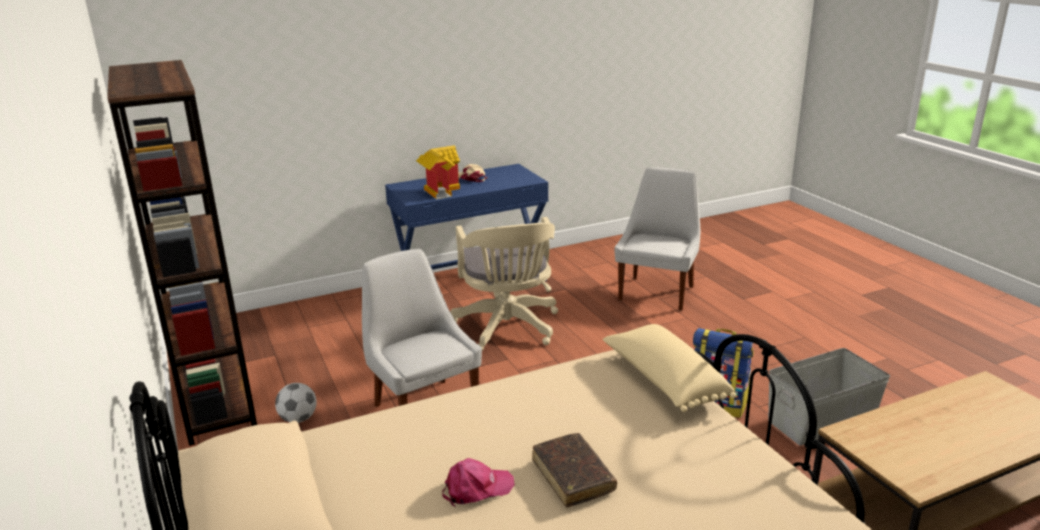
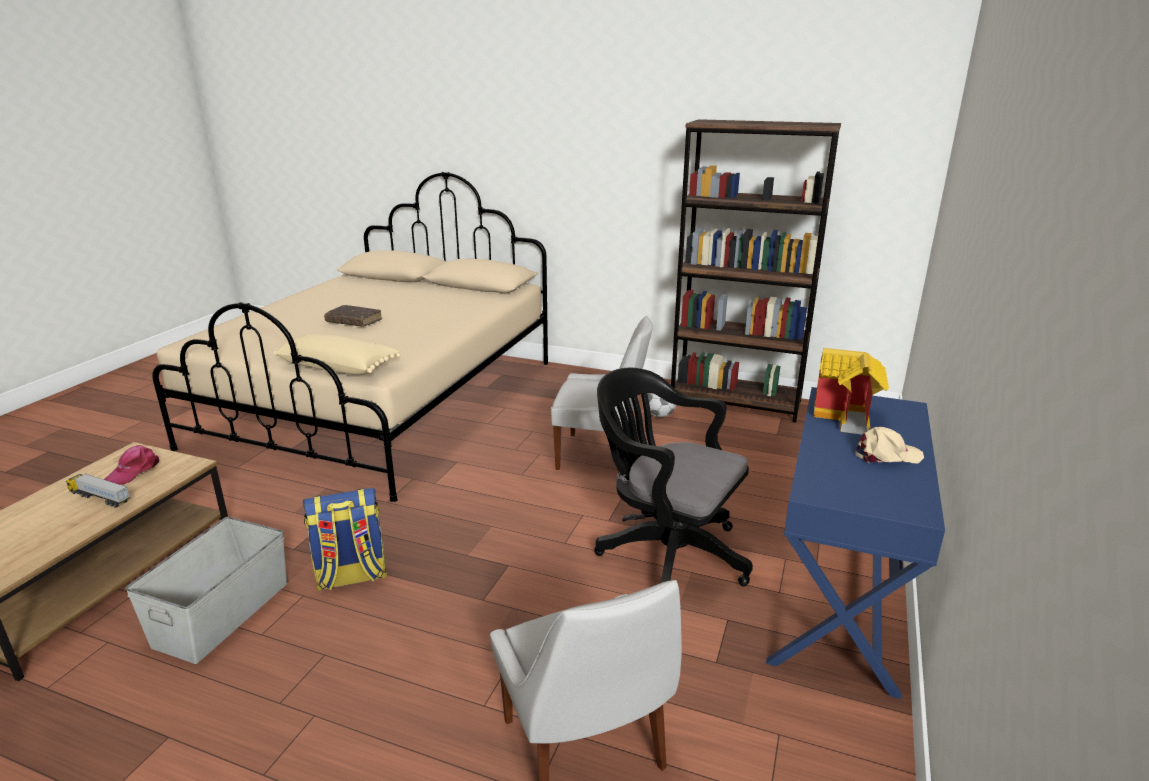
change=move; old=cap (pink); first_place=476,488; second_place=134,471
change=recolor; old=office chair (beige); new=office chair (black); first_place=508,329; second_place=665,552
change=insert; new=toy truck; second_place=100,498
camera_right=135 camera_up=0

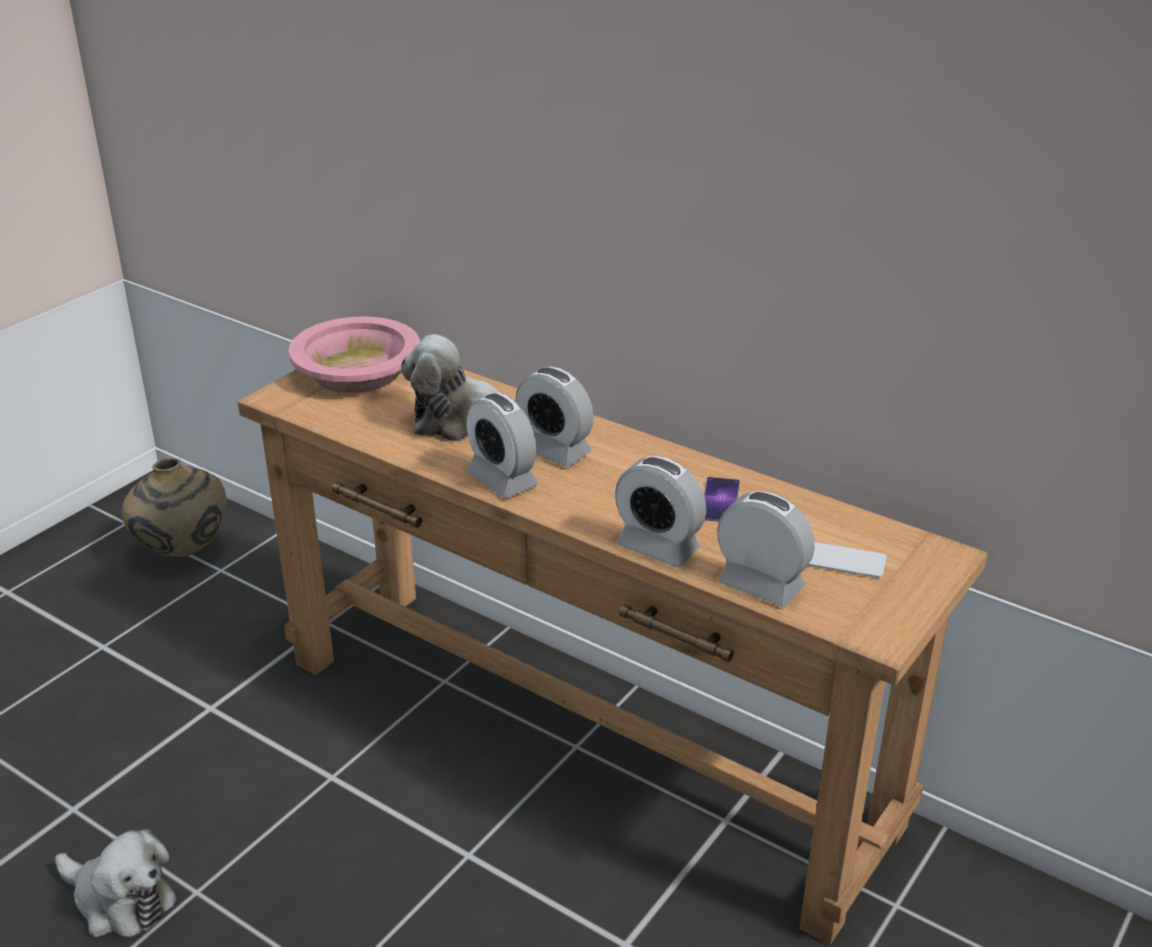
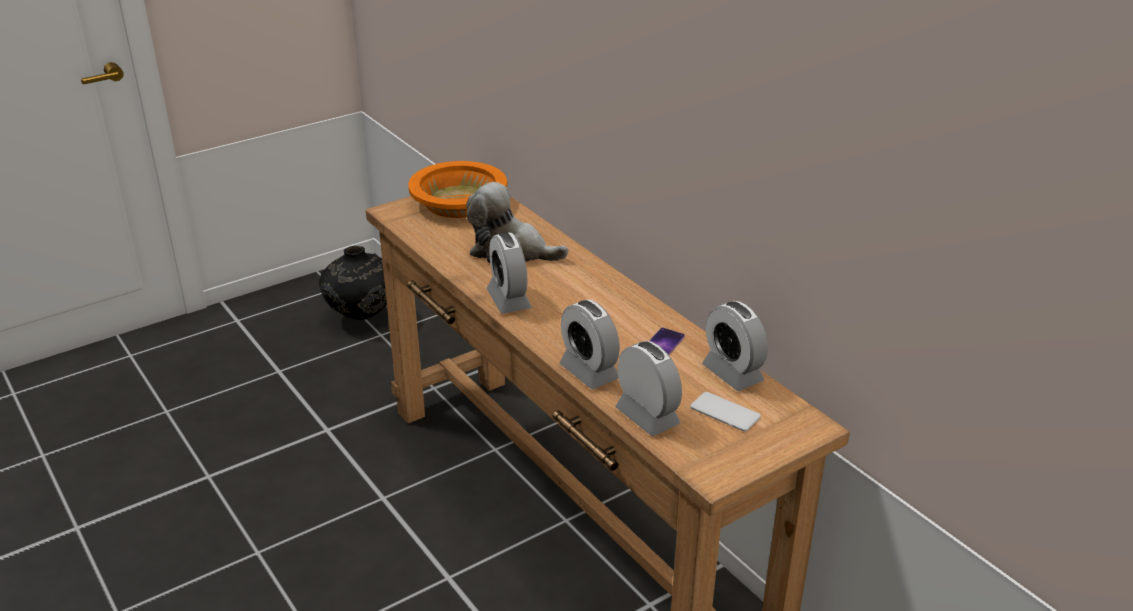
change=delete; old=plush toy; first_place=120,900
change=recolor; old=vase (beige); new=vase (black); first_place=183,553; second_place=361,317
change=recolor; old=bowl (pink); new=bowl (orange); first_place=357,371; second_place=458,202
change=move; old=alarm clock; first_place=554,451; second_place=732,373
camera_right=20 camera_up=0

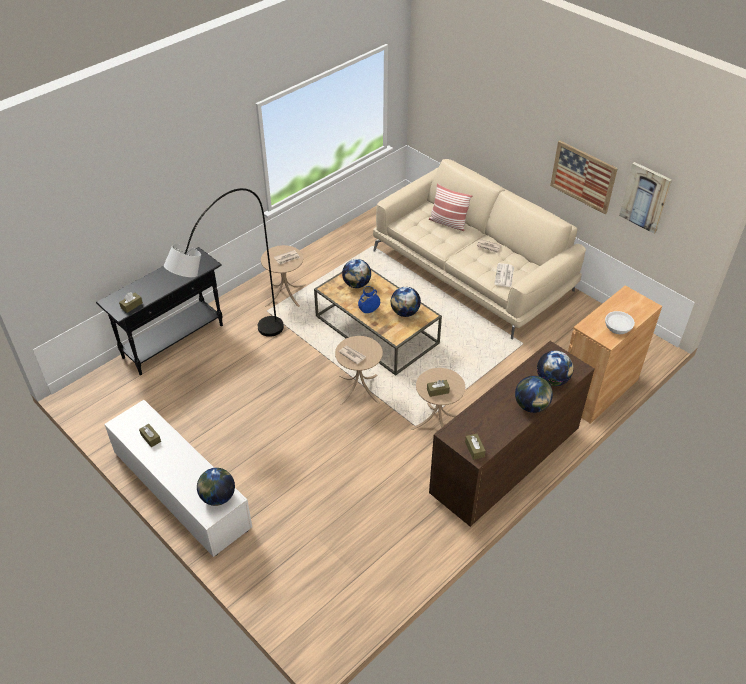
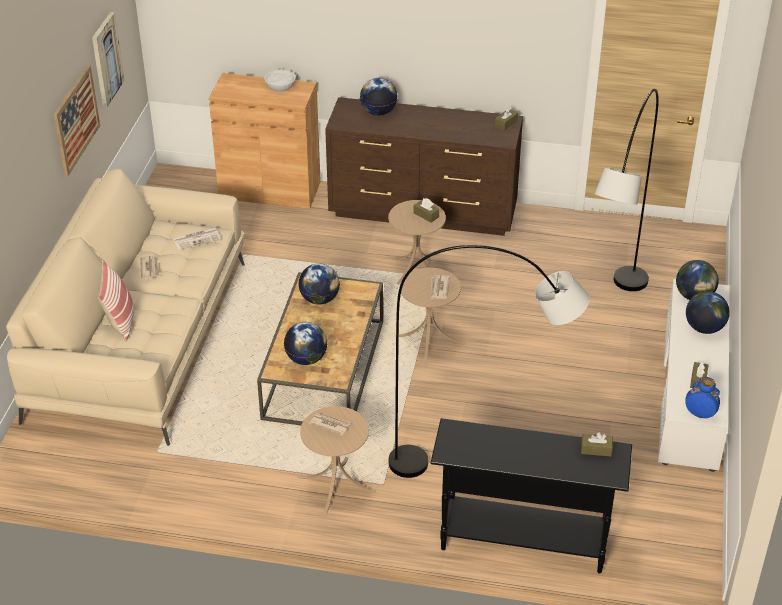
change=move; old=vase (blue); first_place=369,310; second_place=699,414
change=move; old=globe; first_place=531,406; second_place=704,328
change=insert; new=floor lamp (grey); second_place=612,319
camera_right=-125 camera_up=-5

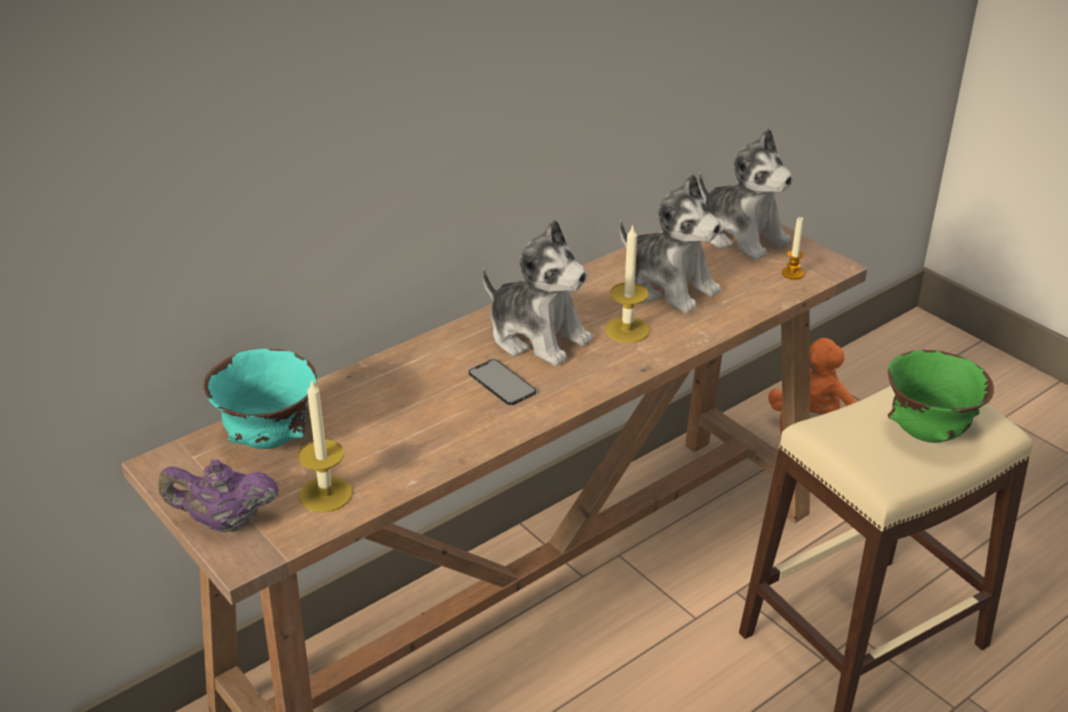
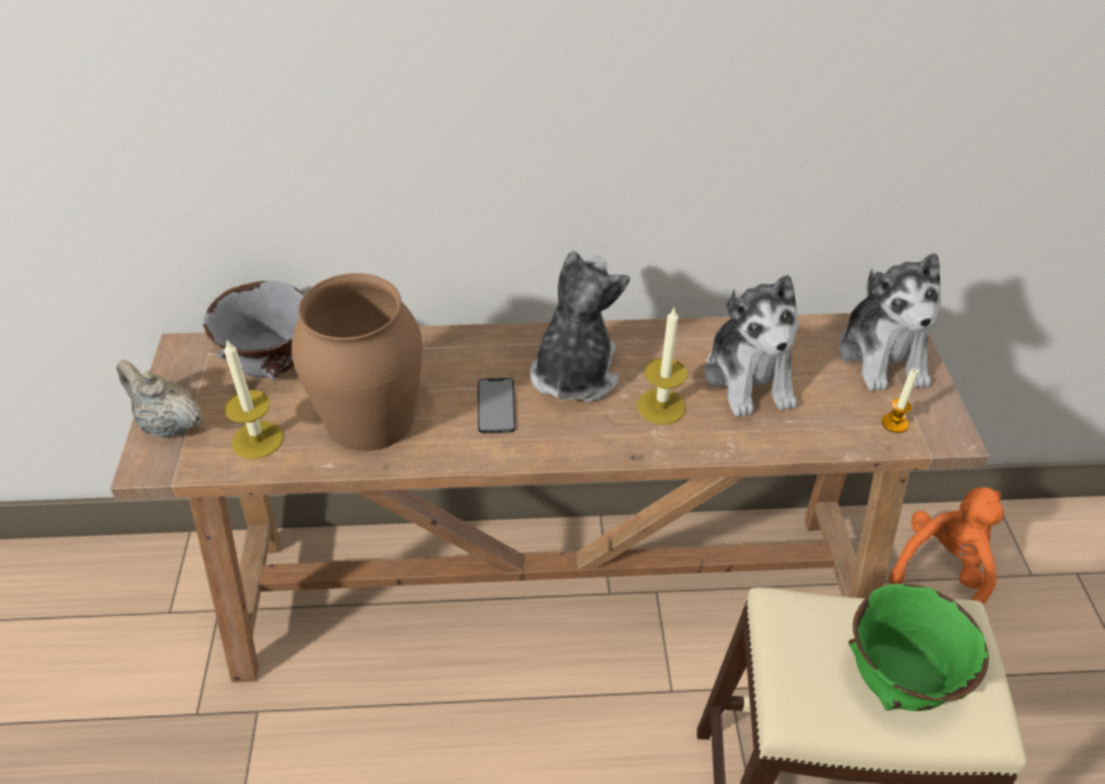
change=recolor; old=teapot (purple); new=teapot (beige); first_place=224,522; second_place=168,425
change=recolor; old=bowl (turquoise); new=bowl (grey); first_place=271,440; second_place=272,367
change=rotate; old=plush toy; first_place=537,336; second_place=573,374; degrees=-150
change=insert; new=vase (brown); second_place=371,417
camera_right=35 camera_up=10

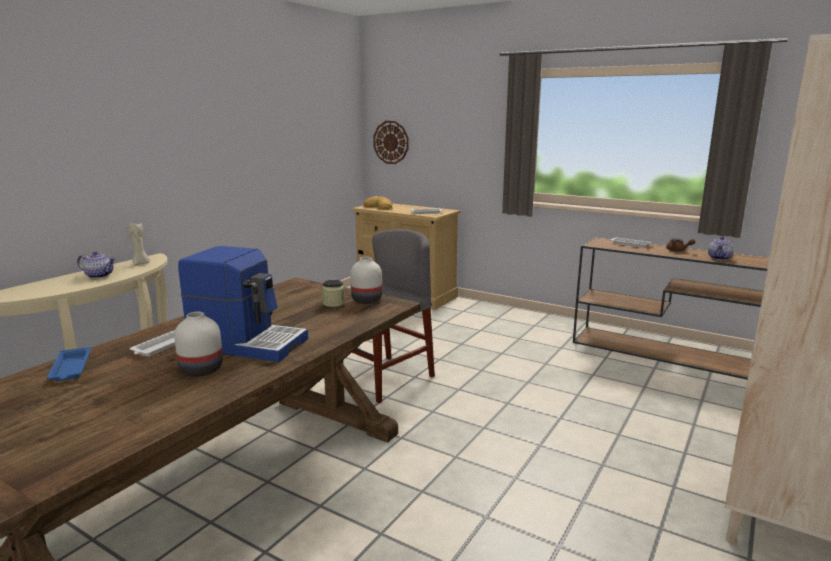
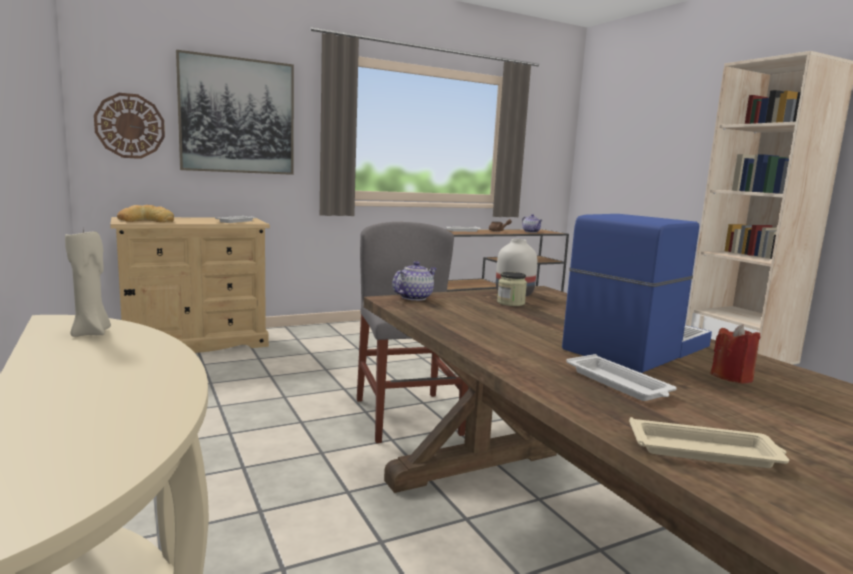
change=recolor; old=tray (blue); new=tray (beige); first_place=70,368; second_place=706,451
change=move; old=teapot; first_place=99,276; second_place=413,297
change=replace; old=vase (white); new=candle (red); first_place=201,370; second_place=732,377
change=insert; new=picture; second_place=237,116
camera_right=-60 camera_up=-5

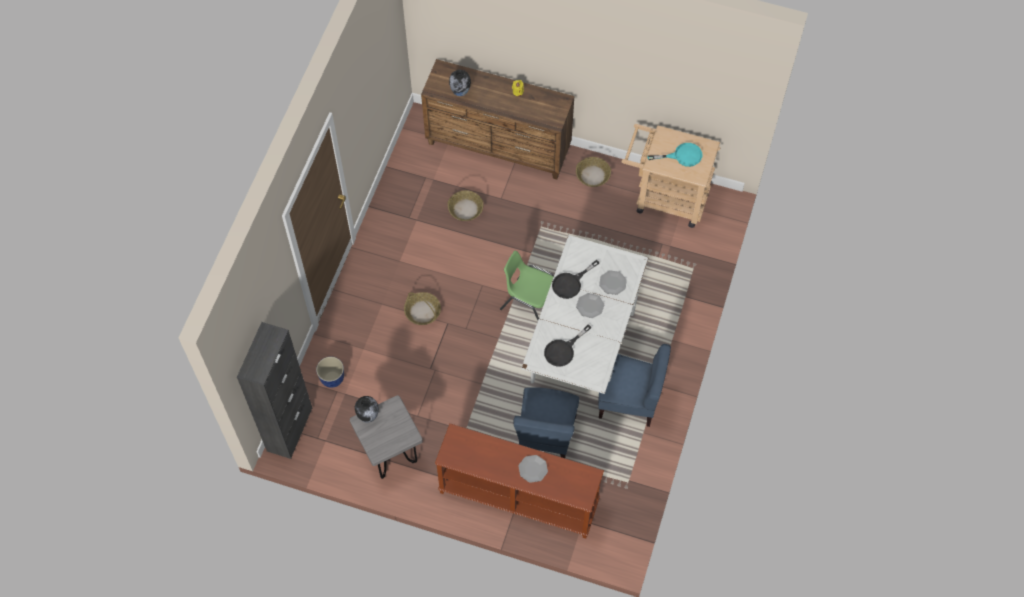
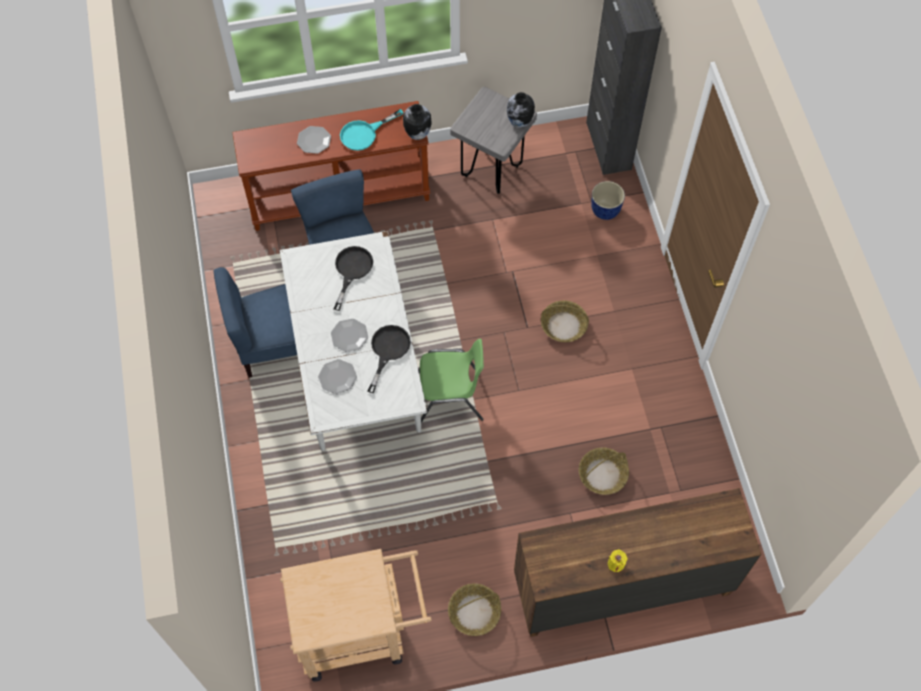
change=move; old=vase; first_place=460,92; second_place=417,135
change=move; old=frying pan (turquoise); first_place=682,156; second_place=364,134
camera_right=150 camera_up=0

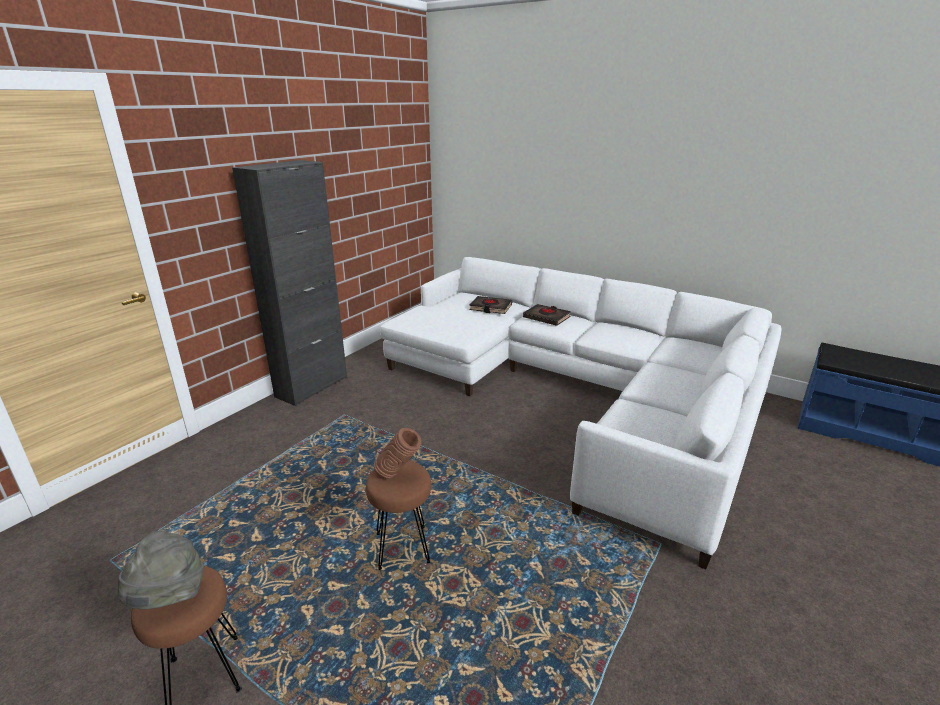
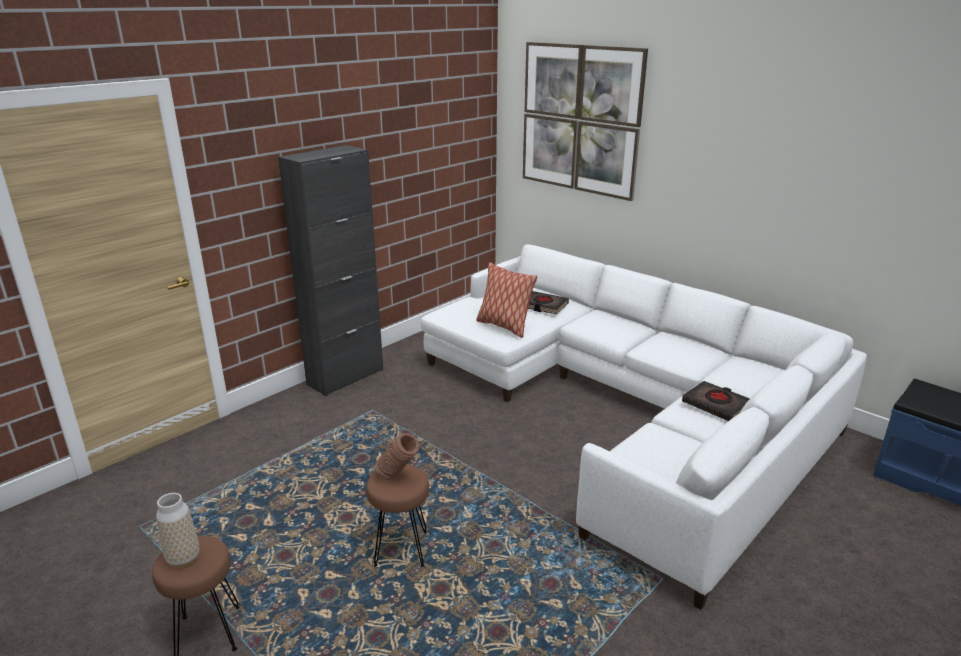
change=replace; old=hat (grey); new=vase; first_place=169,597; second_place=183,559
change=move; old=book (black); first_place=546,318; second_place=716,405
change=insert; new=pillow; second_place=504,326
change=insert; new=picture; second_place=580,119
camera_right=10 camera_up=0

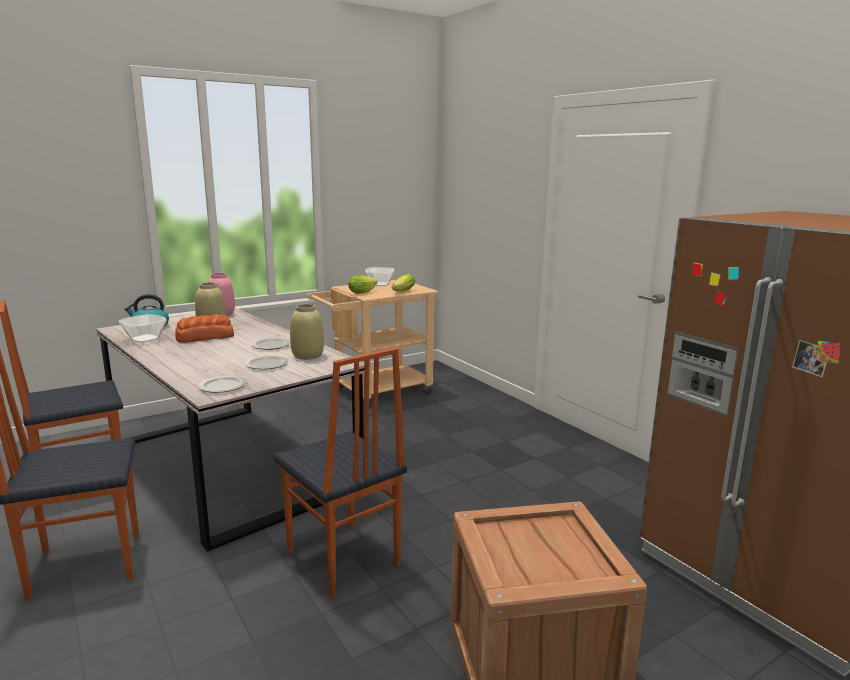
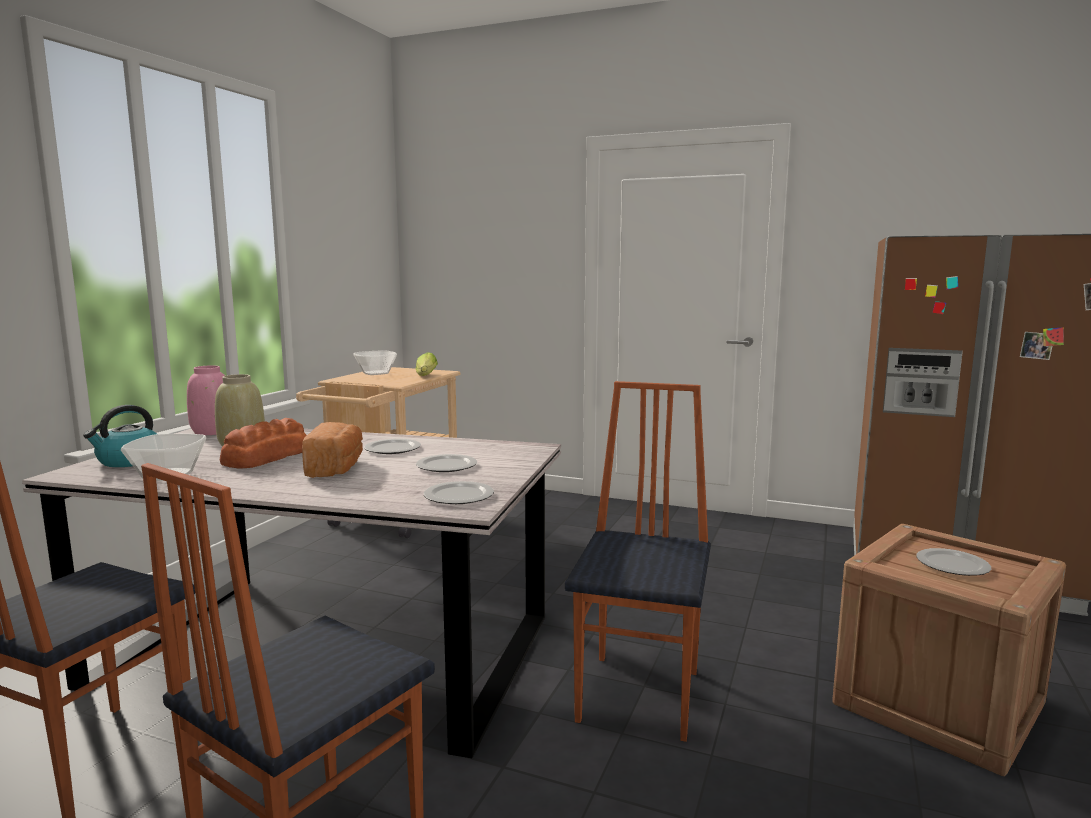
change=rotate; old=chair; first_place=342,560; second_place=642,695; degrees=-90
change=delete; old=vase (beige); first_place=307,356
change=delete; old=lettuce; first_place=363,292
change=insert; new=bread; second_place=336,468
change=insert; new=plate; second_place=952,564
camera_right=-35 camera_up=-5

